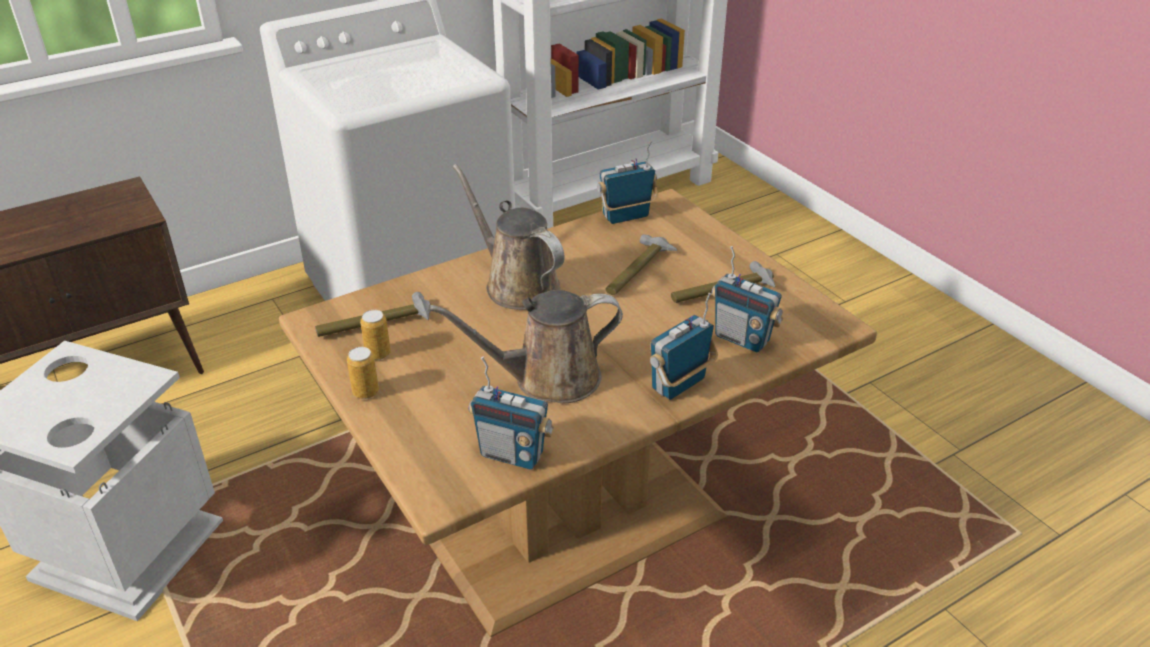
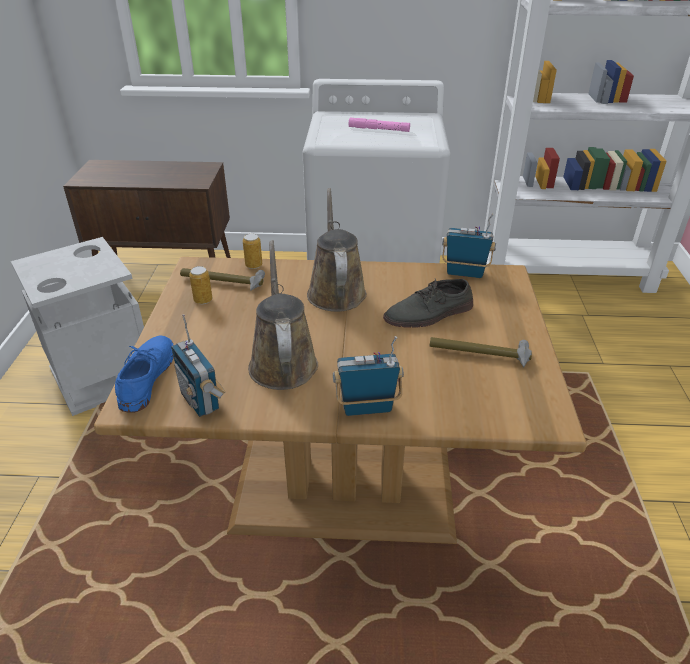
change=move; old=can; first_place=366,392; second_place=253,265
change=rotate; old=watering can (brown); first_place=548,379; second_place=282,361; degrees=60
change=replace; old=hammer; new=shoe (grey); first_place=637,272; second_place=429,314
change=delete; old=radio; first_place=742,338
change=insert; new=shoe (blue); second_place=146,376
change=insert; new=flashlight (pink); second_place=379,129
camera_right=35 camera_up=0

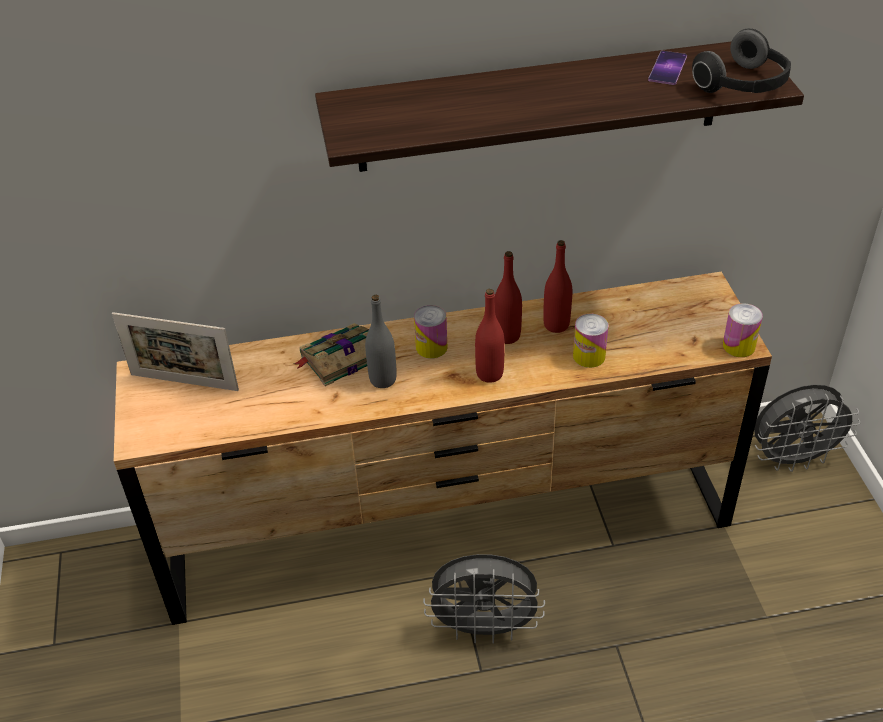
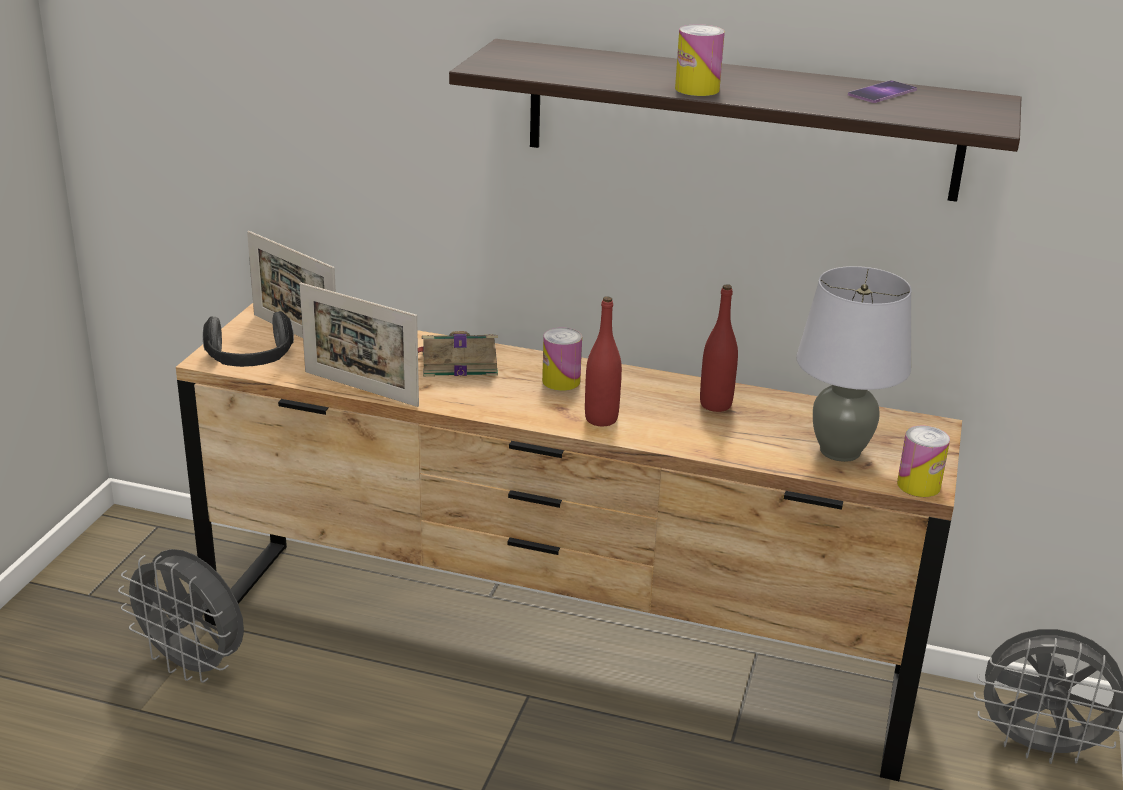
change=delete; old=bottle (grey); first_place=383,379
change=move; old=fan (grey); first_place=485,628; second_place=194,666
change=delete; old=bottle (red); first_place=507,336
change=move; old=can; first_place=589,356; second_place=697,89
change=move; old=headphones; first_place=743,86; second_place=250,362
change=insert; new=picture frame; second_place=361,389
change=insert; new=table lamp (grey); second_place=839,451
camera_right=25 camera_up=-15

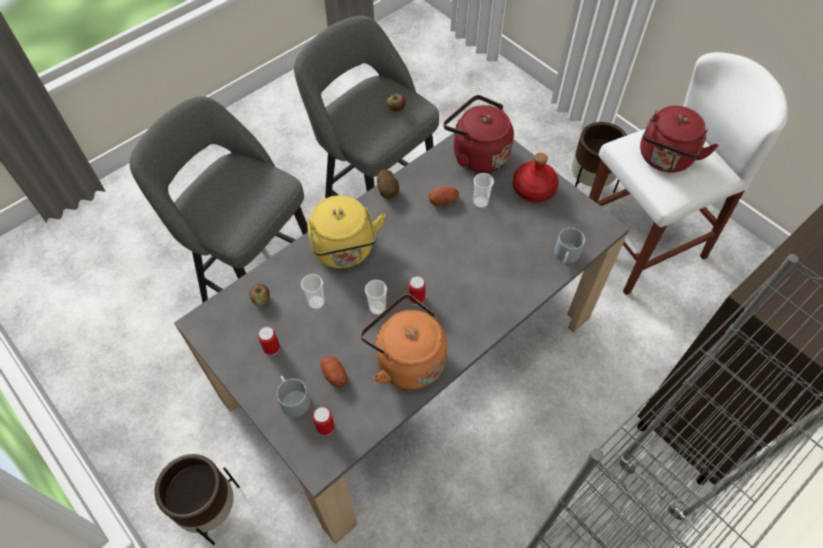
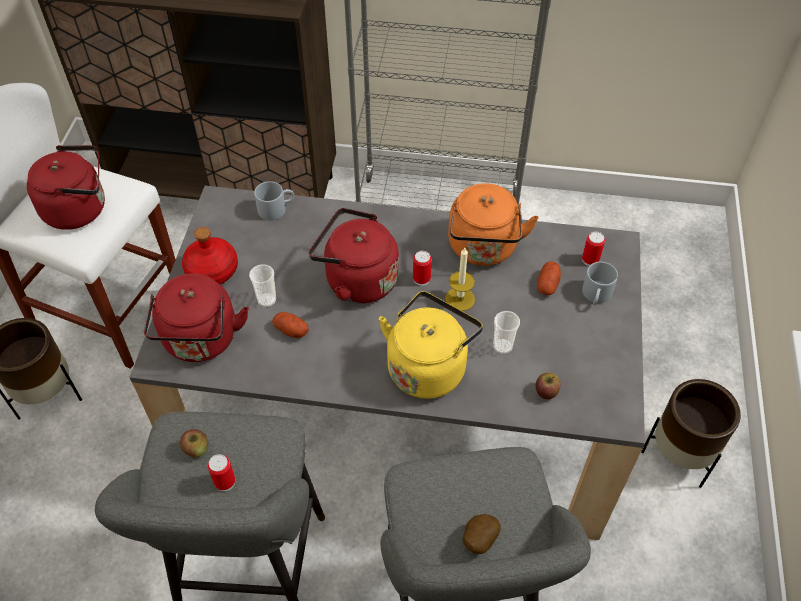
change=move; old=can; first_place=271,348; second_place=225,481
change=replace; old=cup; new=candle; first_place=377,308; second_place=460,299
change=move; old=potato; first_place=388,191; second_place=478,540
change=insert; new=kettle (red); second_place=357,280
camera_right=-130 camera_up=-5

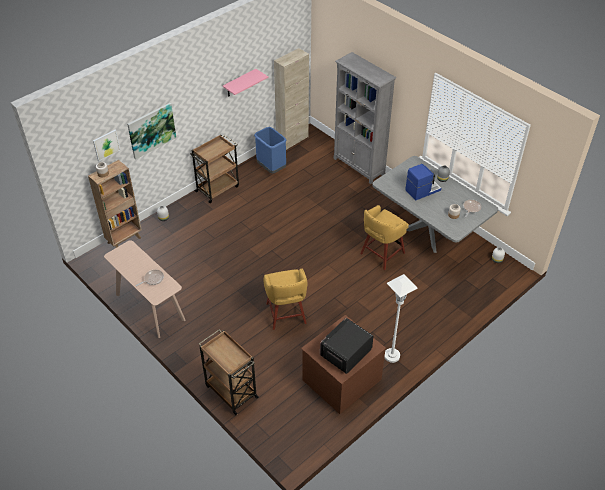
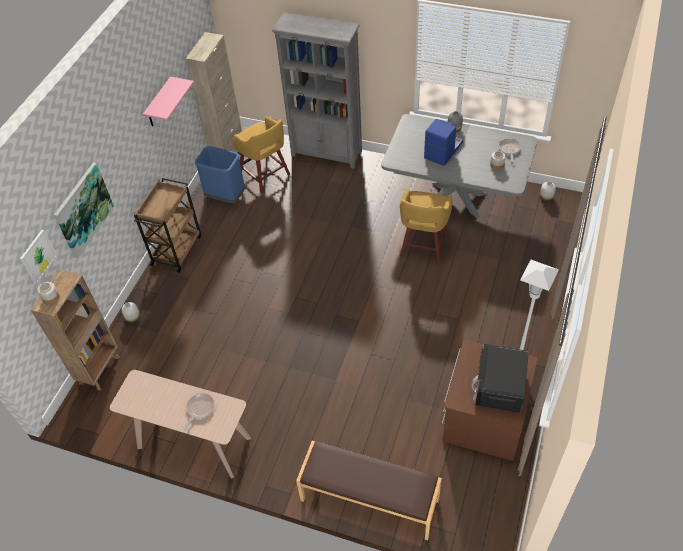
change=replace; old=cart (brown); new=bench (brown); first_place=230,391; second_place=369,500
change=move; old=stool (yellow); first_place=286,314; second_place=265,175
camera_right=-25 camera_up=5

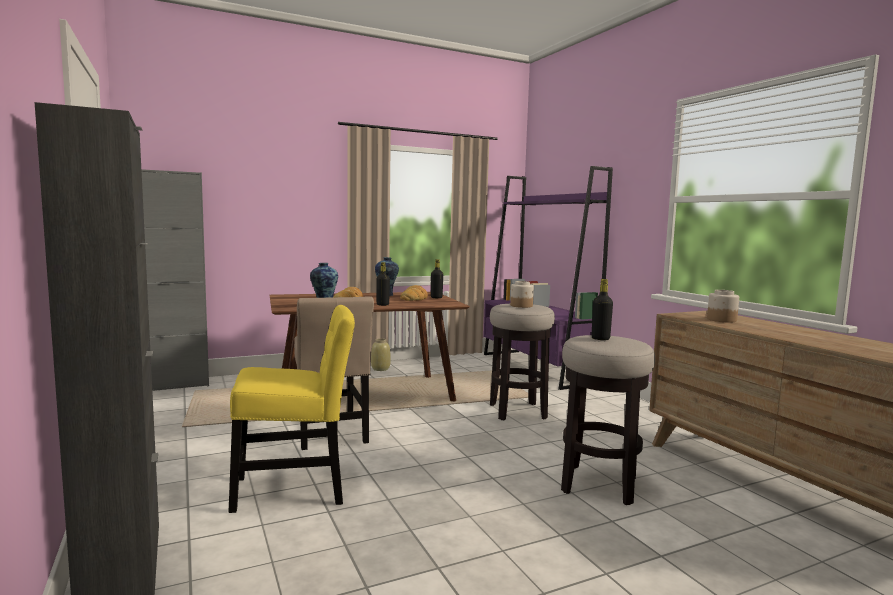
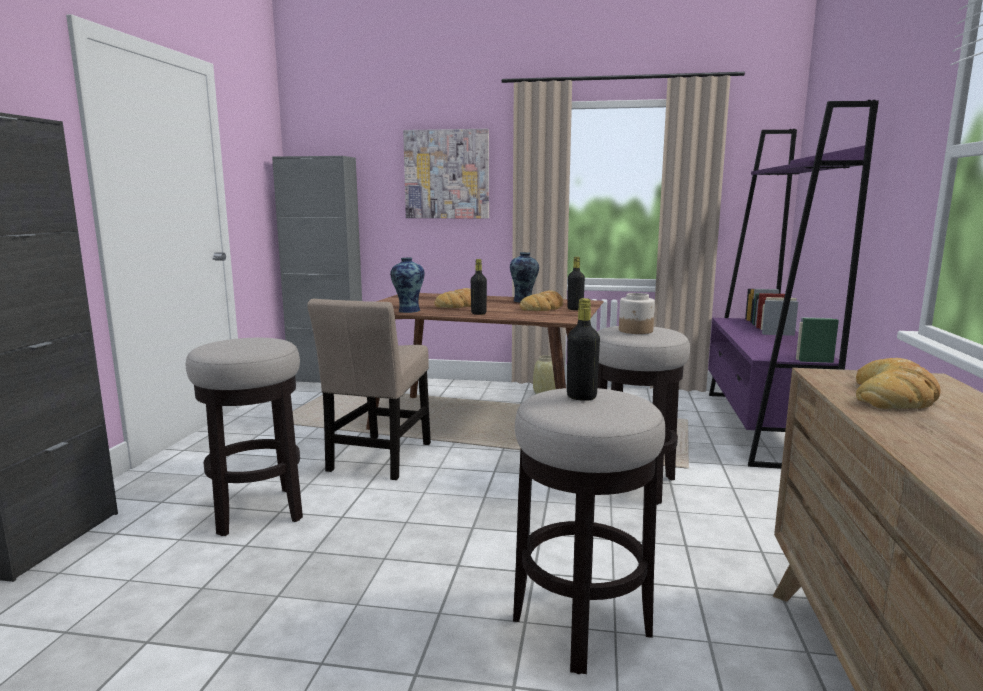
change=replace; old=chair (yellow); new=stool; first_place=296,489; second_place=257,512
change=replace; old=jar; new=bread; first_place=721,320; second_place=894,396
change=insert; new=picture; second_place=447,174
camera_right=35 camera_up=5

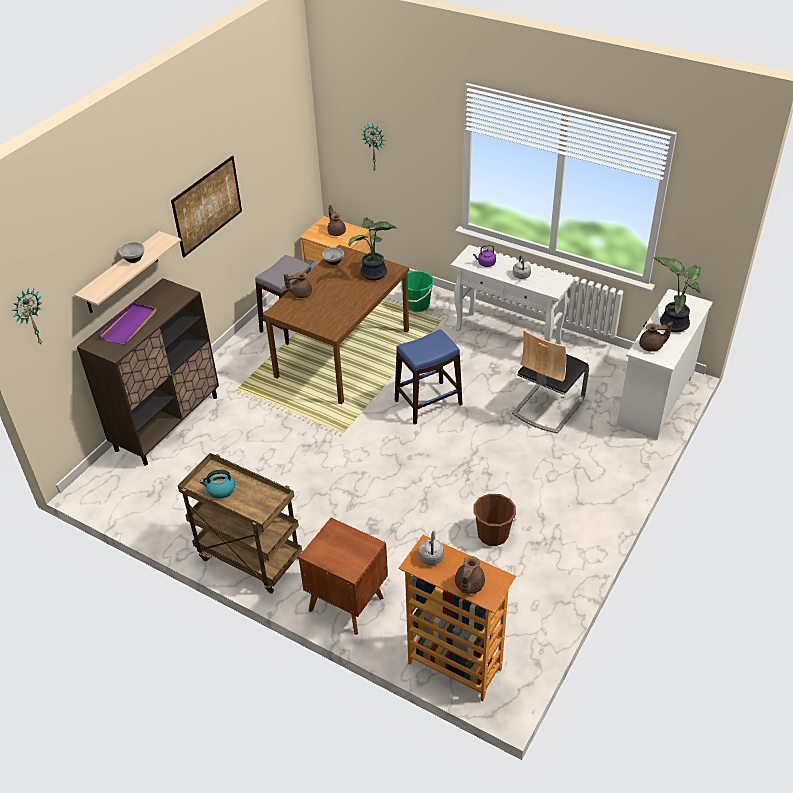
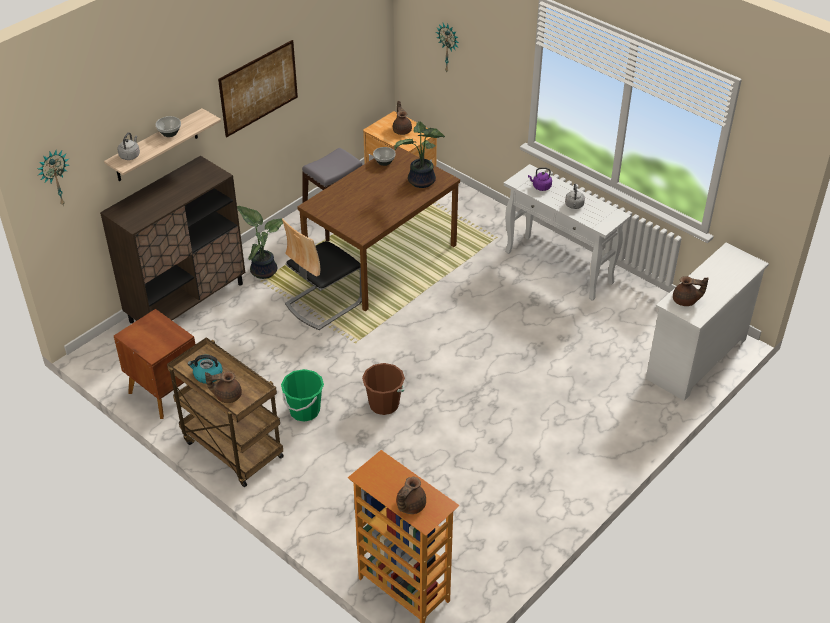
change=delete; old=tray (purple); first_place=129,325
change=move; old=teapot (brown); first_place=300,293; second_place=227,395
change=move; old=nightstand (brown); first_place=346,602; second_place=163,392
change=delete; old=stool (blue); first_place=428,402
change=move; old=bucket (green); first_place=417,305; second_place=304,411
change=move; old=kettle (grey); first_place=431,556; second_place=130,155
change=move; old=bucket (brown); first_place=493,534; second_place=384,404
change=move; old=chair; first_place=547,406; second_place=323,303
change=move; old=potted plant; first_place=673,323; second_place=264,270
camera_right=10 camera_up=0

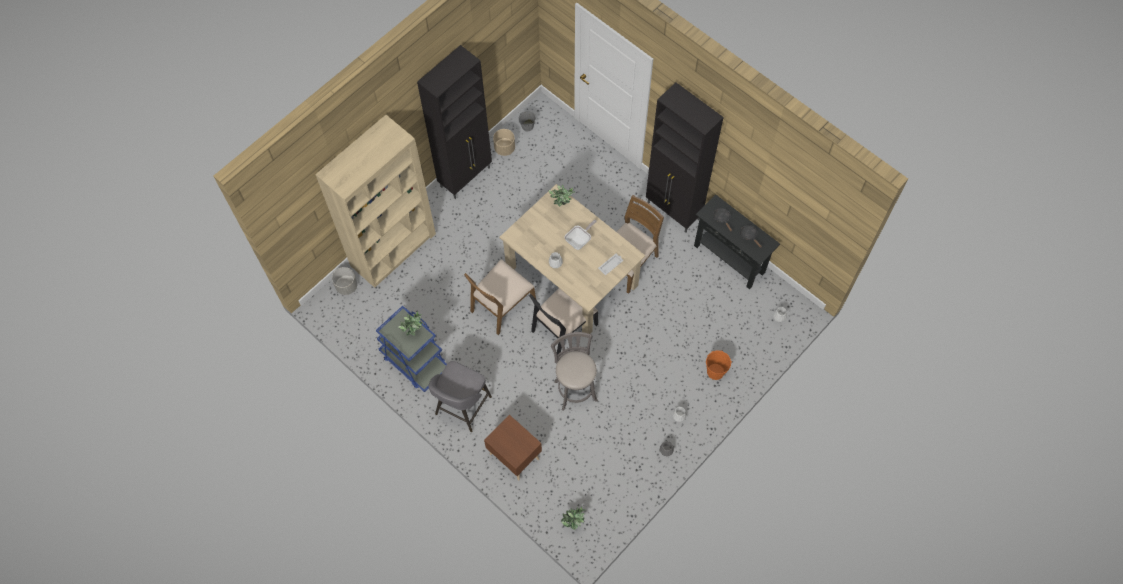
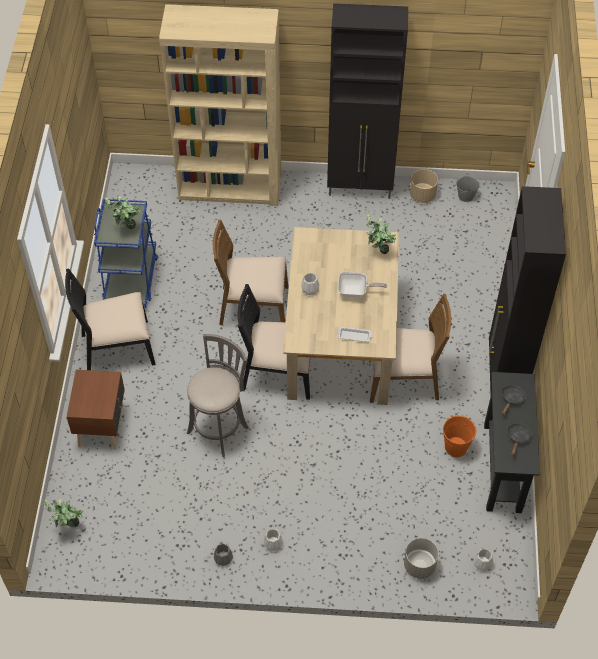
change=move; old=planter (grey); first_place=346,286; second_place=419,566
change=replace; old=stool (grey); new=chair (black); first_place=462,407; second_place=117,348
change=move; old=bucket (orange); first_place=715,372; second_place=455,447
camera_right=50 camera_up=-10

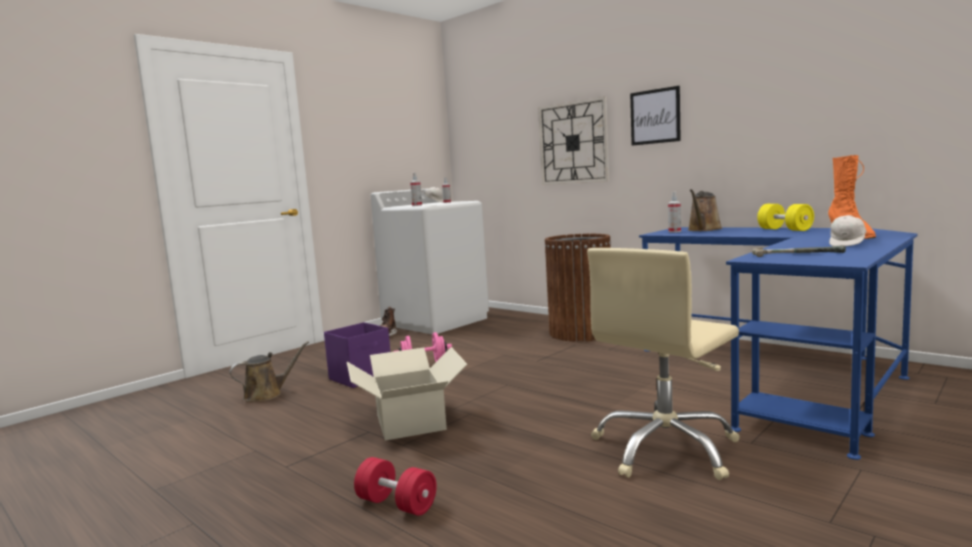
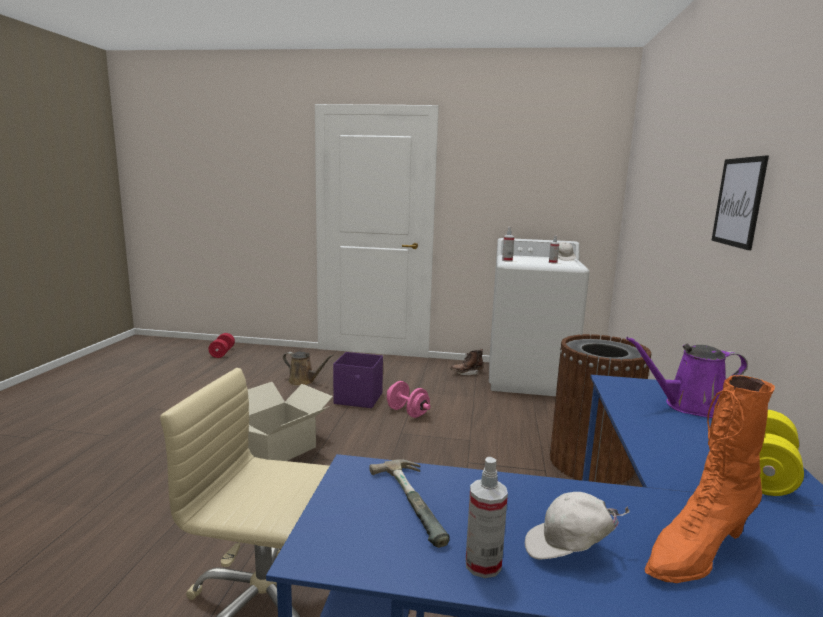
change=move; old=dumbbell (red); first_place=396,504; second_place=222,353
change=delete; old=wall clock; first_place=573,143
change=move; old=spray bottle; first_place=674,231; second_place=483,564
change=recolor; old=watering can (brown); new=watering can (purple); first_place=703,230; second_place=689,406
camera_right=55 camera_up=5

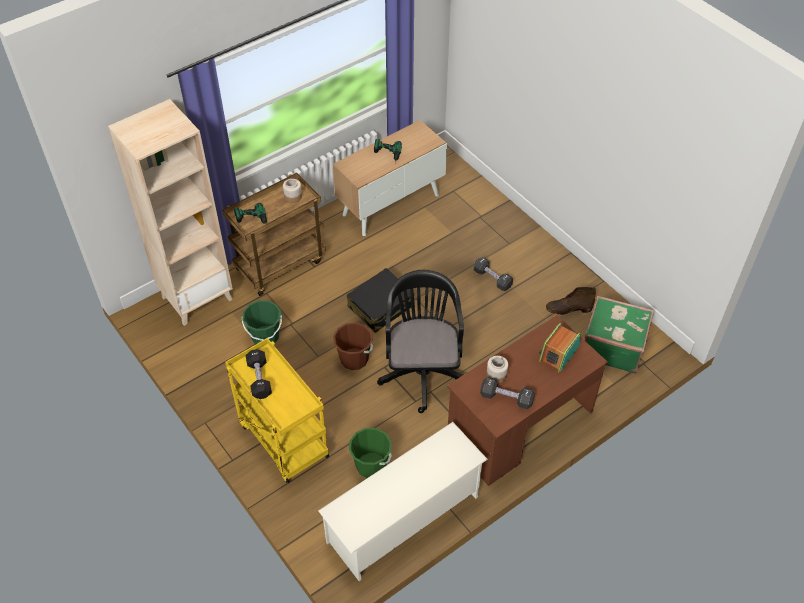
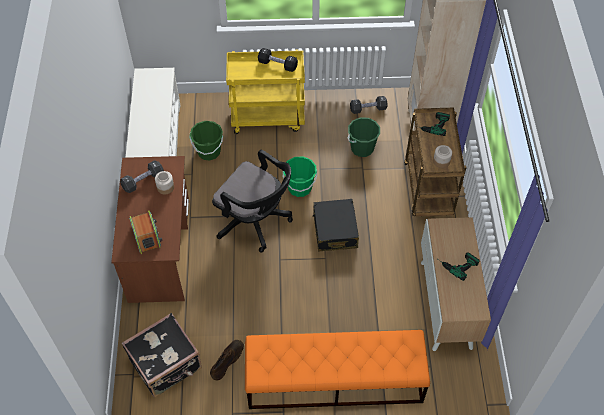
change=recolor; old=bucket (brown); new=bucket (green); first_place=354,359; second_place=299,187
change=move; old=dumbbell (black); first_place=492,279; second_place=368,109
change=recolor; old=suitcase (green); new=suitcase (black); first_place=612,346; second_place=166,365
change=insert; new=bench (orange); second_place=334,381
camera_right=125 camera_up=5

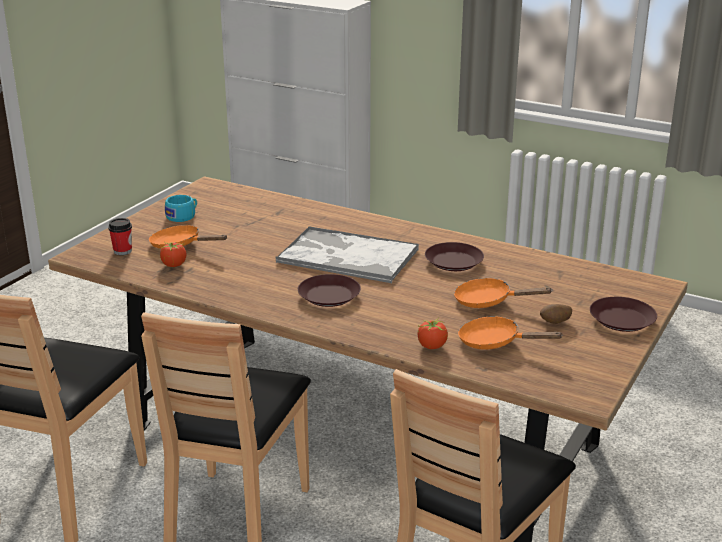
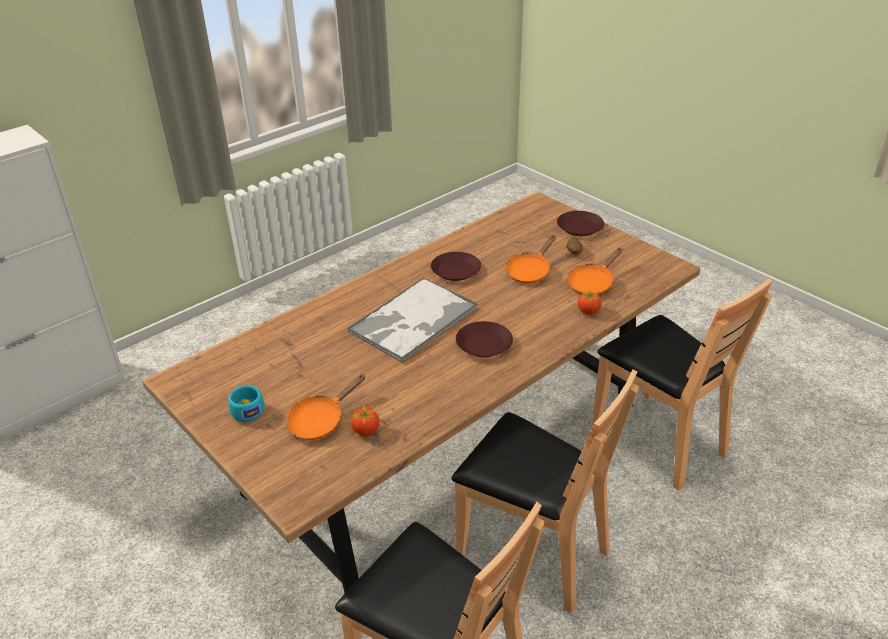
change=delete; old=cup; first_place=122,251
camera_right=-70 camera_up=10

